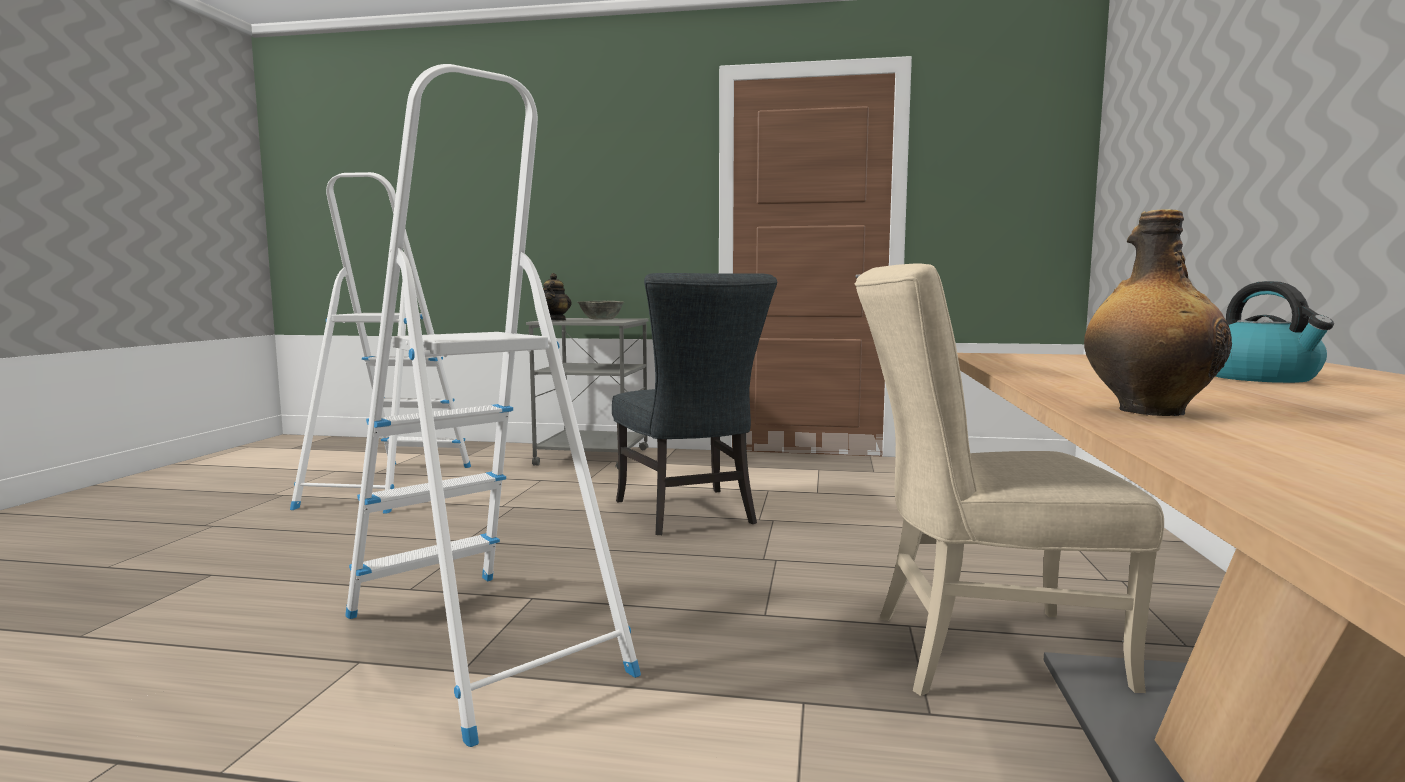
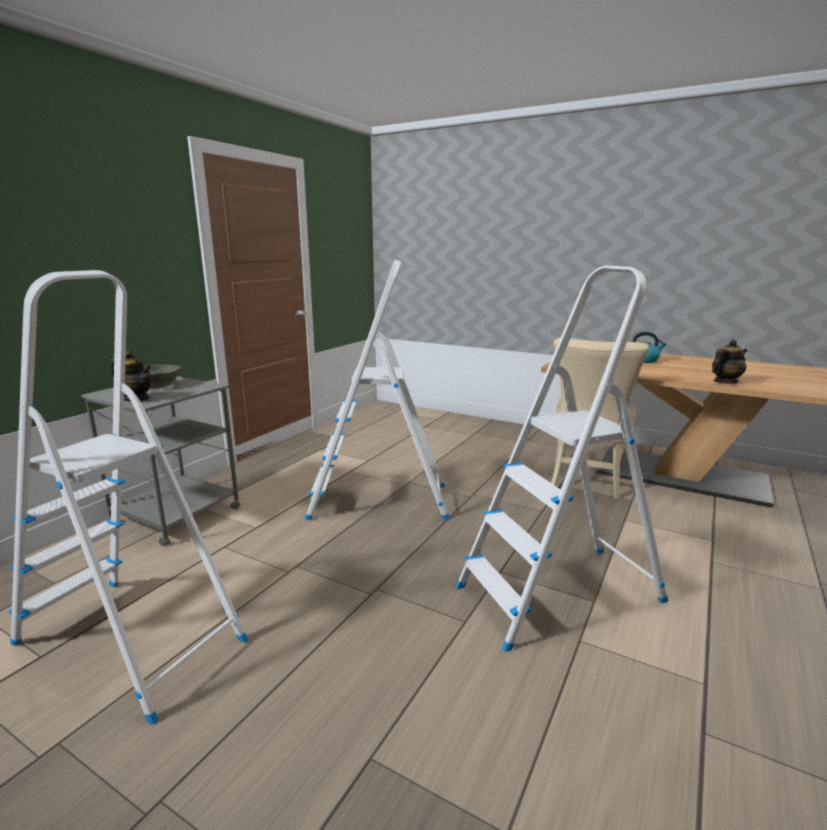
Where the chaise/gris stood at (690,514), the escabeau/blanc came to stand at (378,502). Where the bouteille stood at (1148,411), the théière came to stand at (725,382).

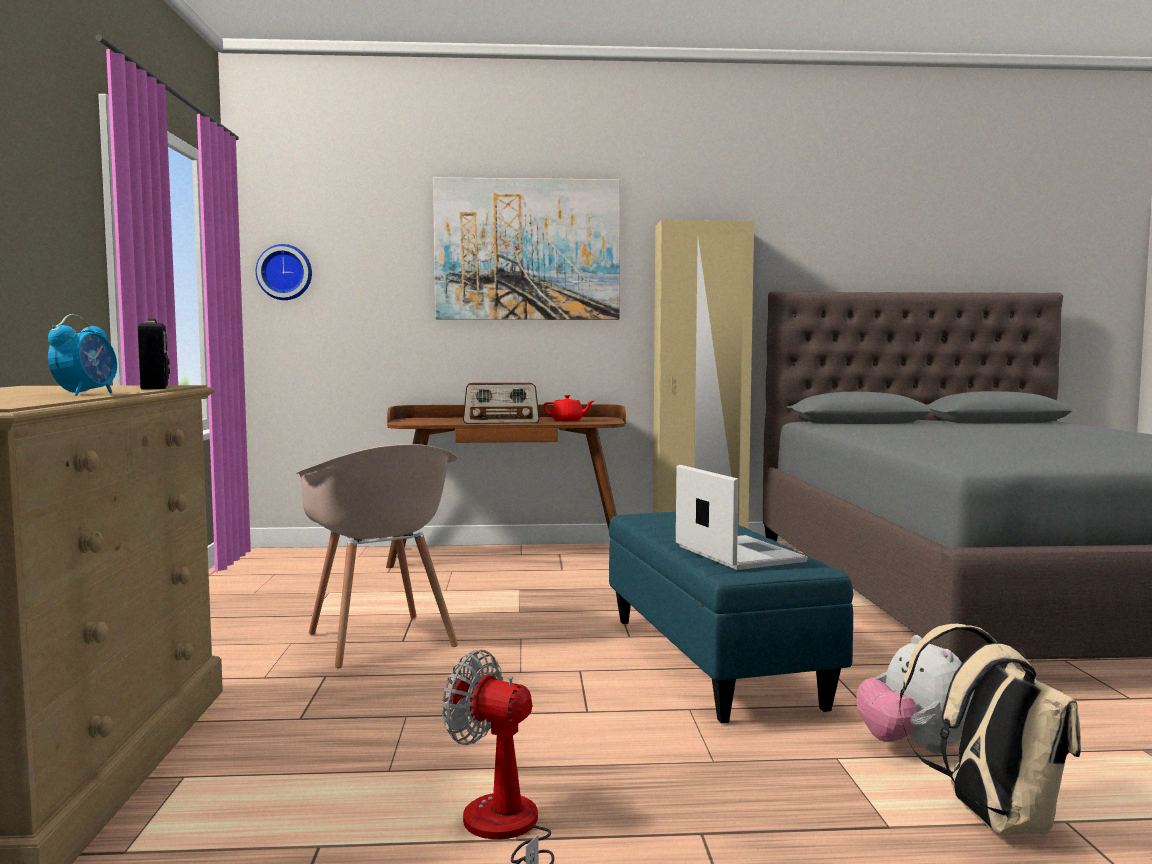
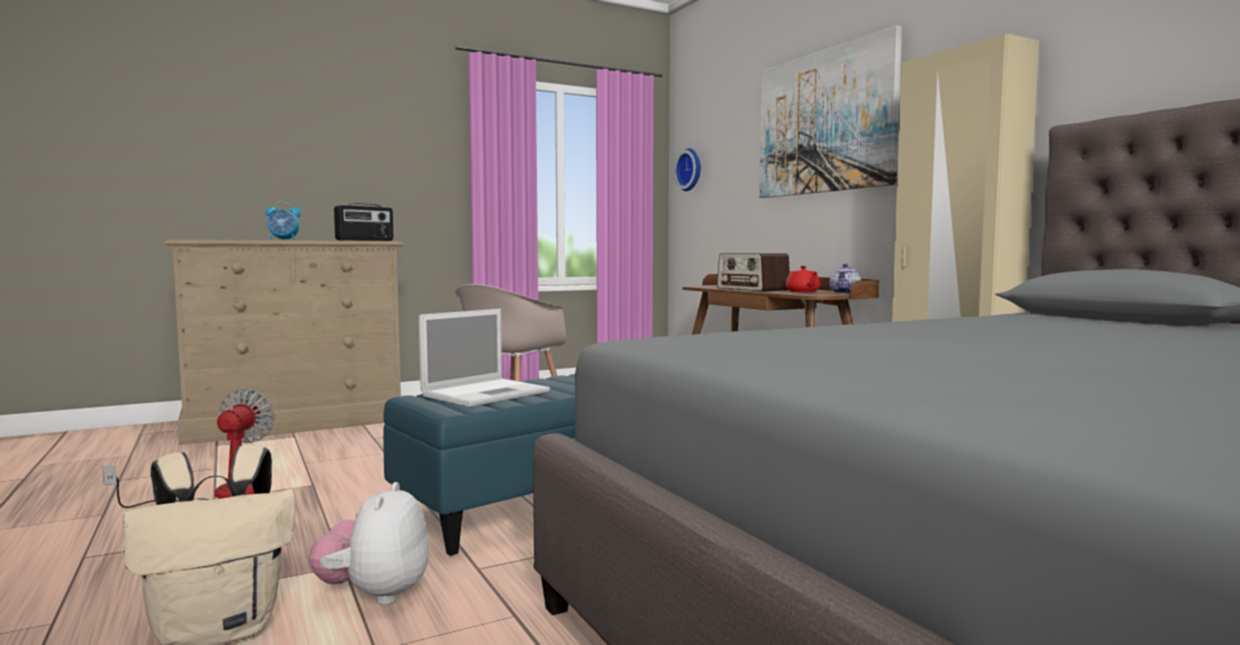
The peluche at (914,747) ended up facing another way, 45 degrees counterclockwise from before. The second view gained the théière at (845,293).

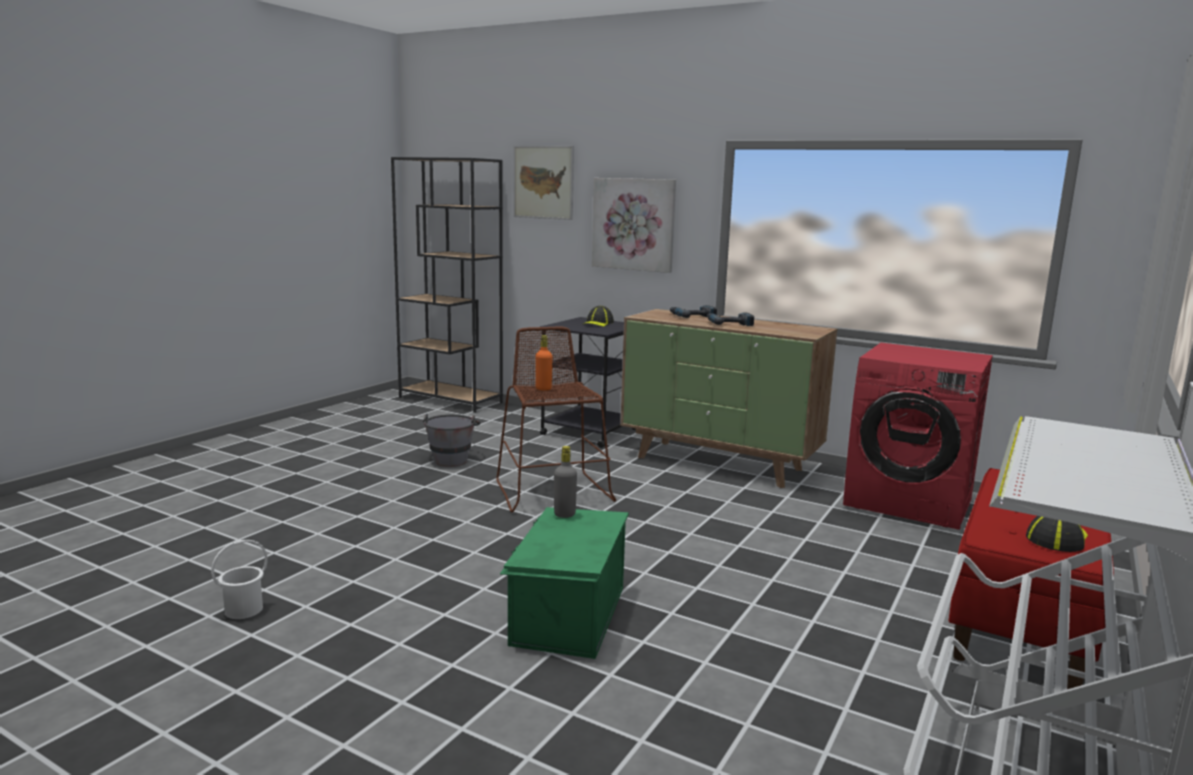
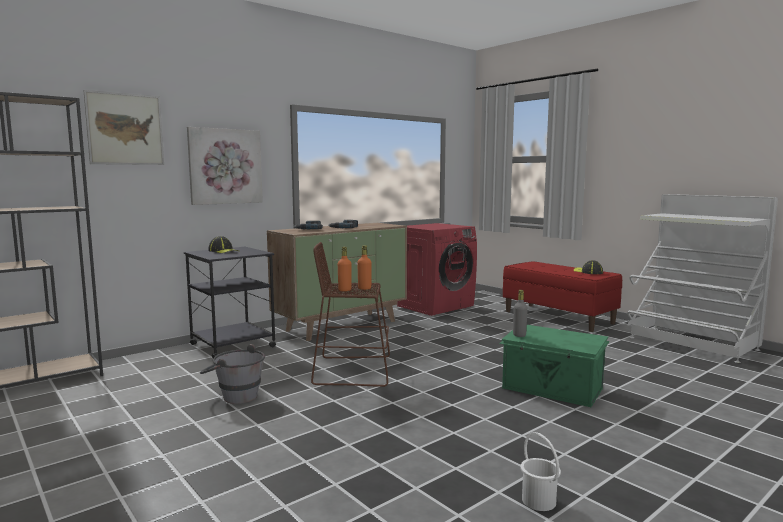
The second view gained the bouteille/orange at (364,288).

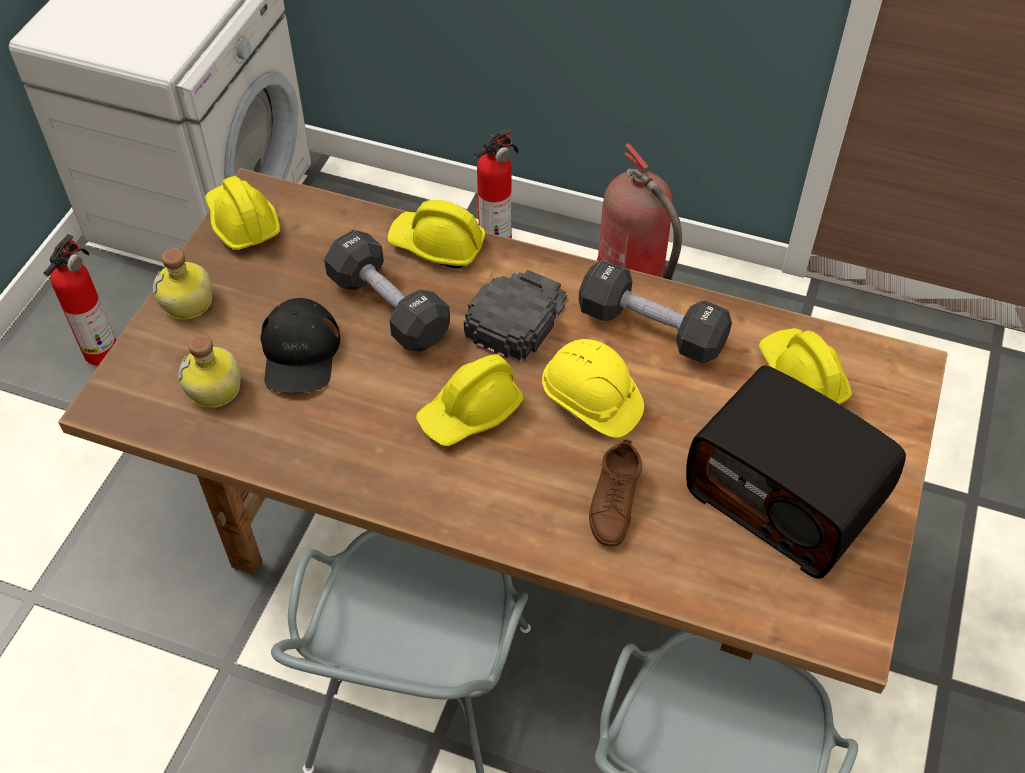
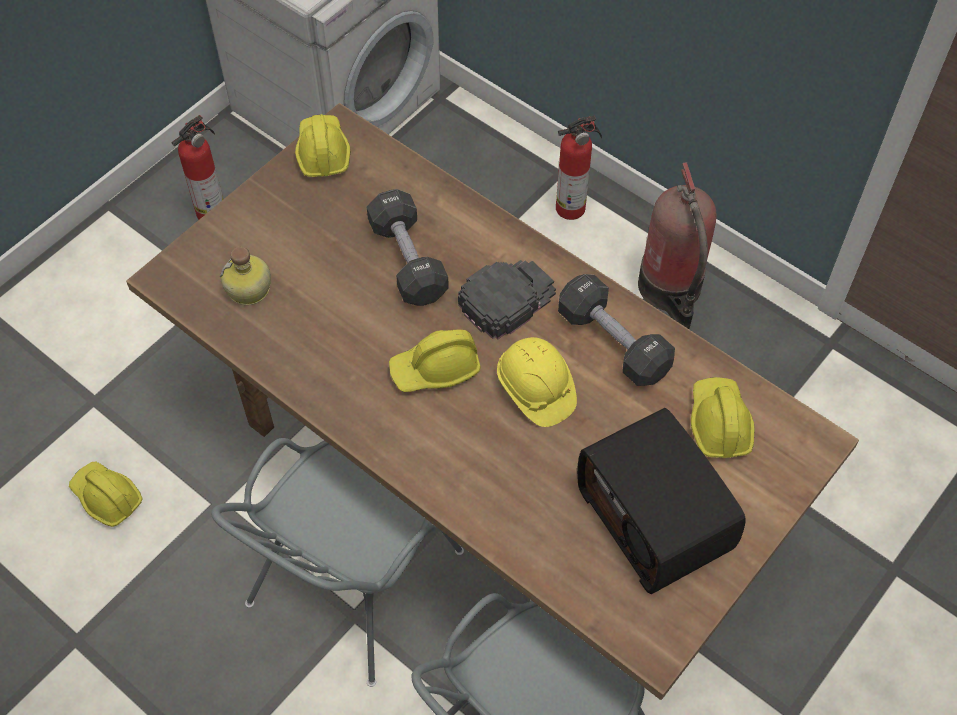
The second view lost the bouteille at (188,303). The second view lost the casquette/noir at (300,353). The casque de chantier/jaune ended up elsewhere, having gone from (437,245) to (107,497). The second view lost the chaussure/marron at (614,500).

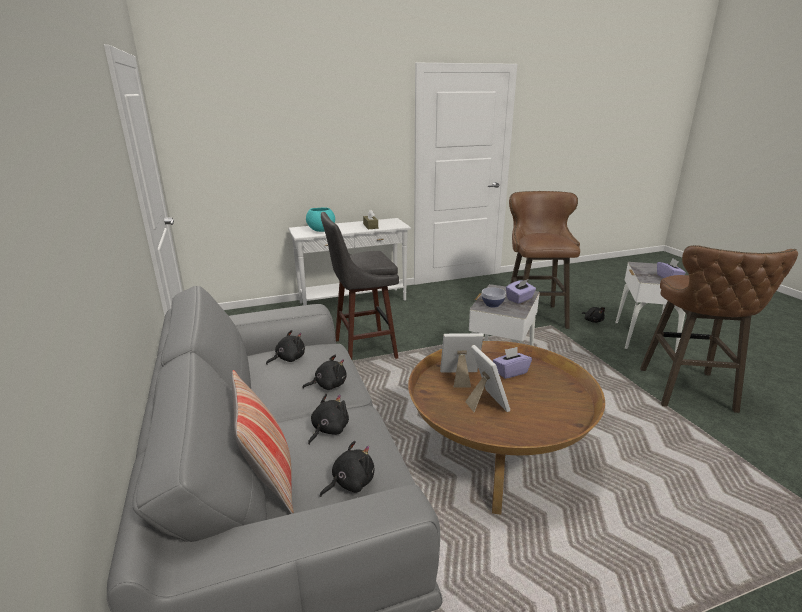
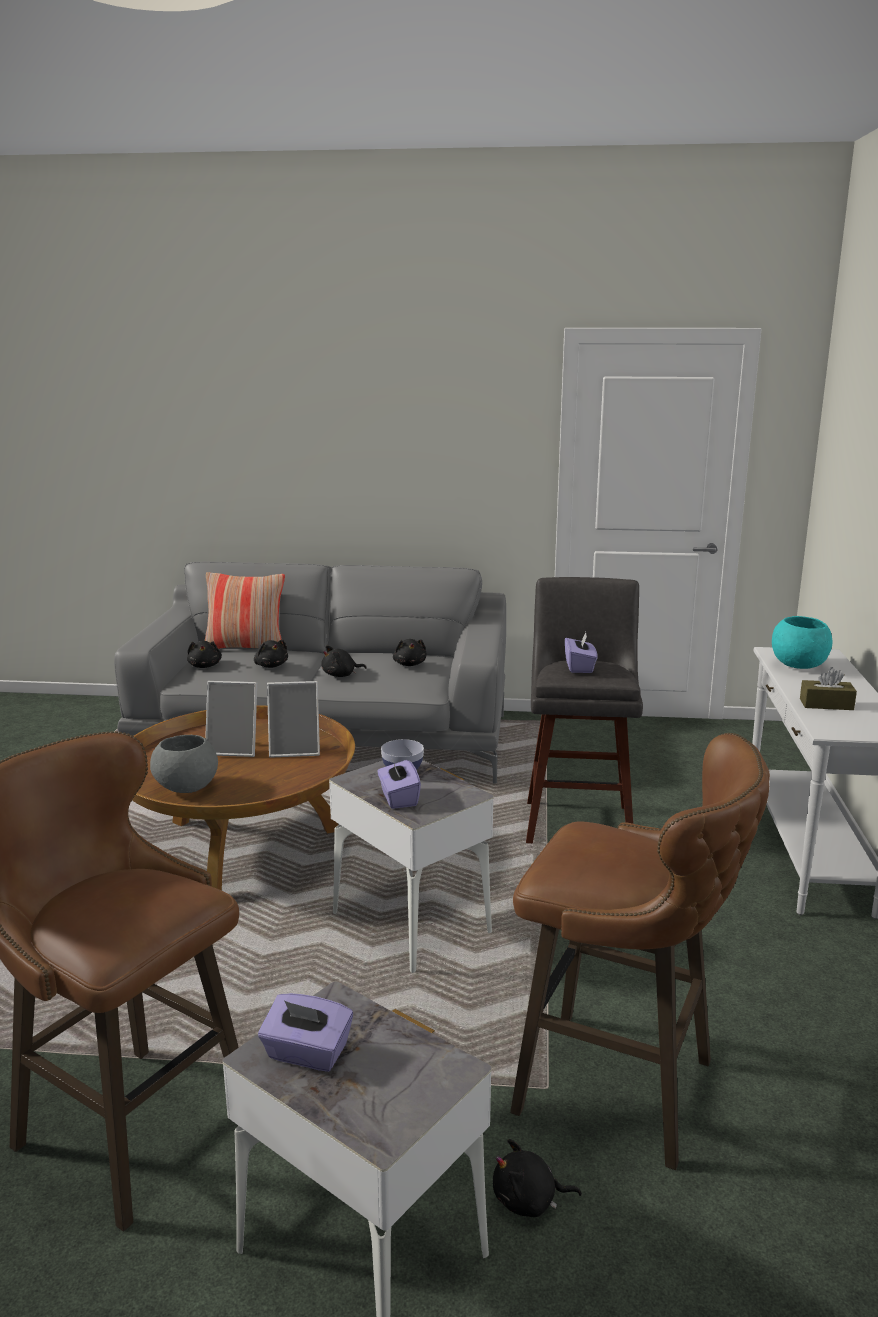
The peluche/noir at (328,385) ended up facing another way, 60 degrees clockwise from before. The cadre photo at (459,378) ended up facing another way, 60 degrees clockwise from before. The boîte à mouchoirs/violet ended up elsewhere, having gone from (510,372) to (580,667). The second view gained the bol/gris at (186,788).

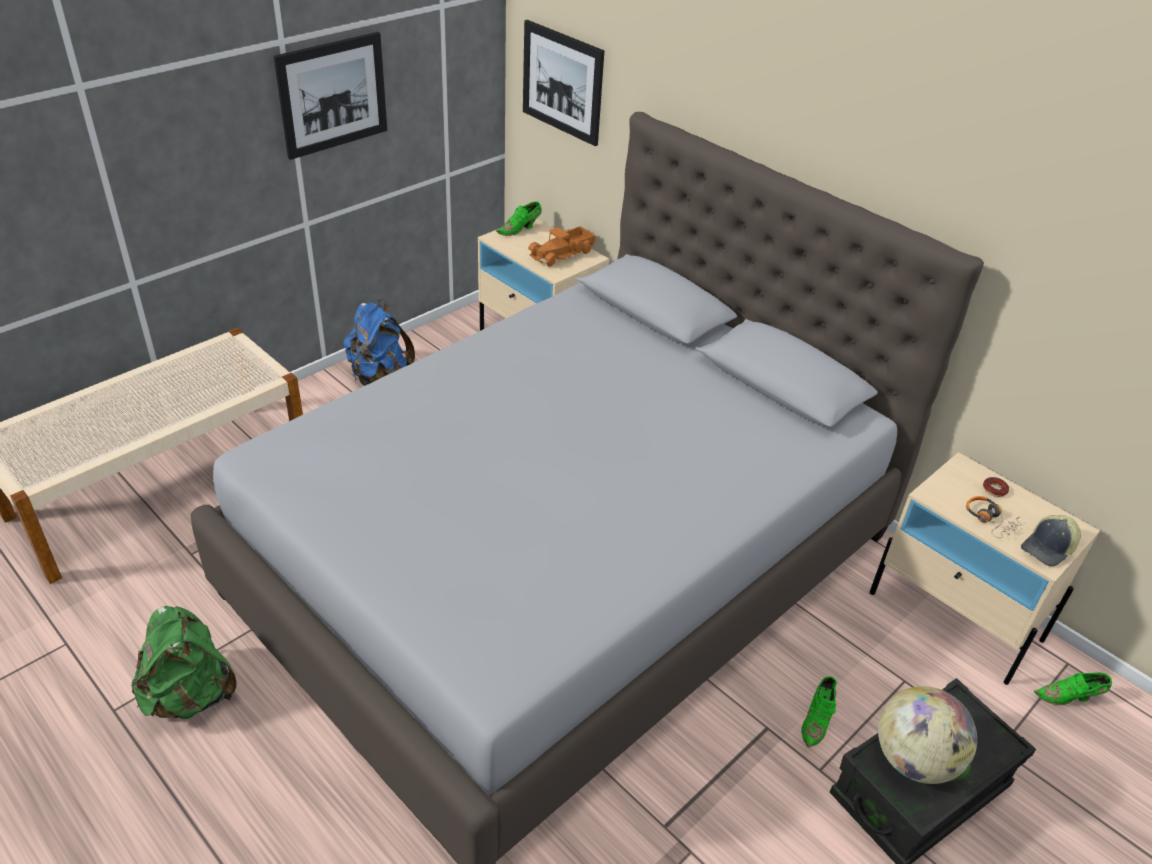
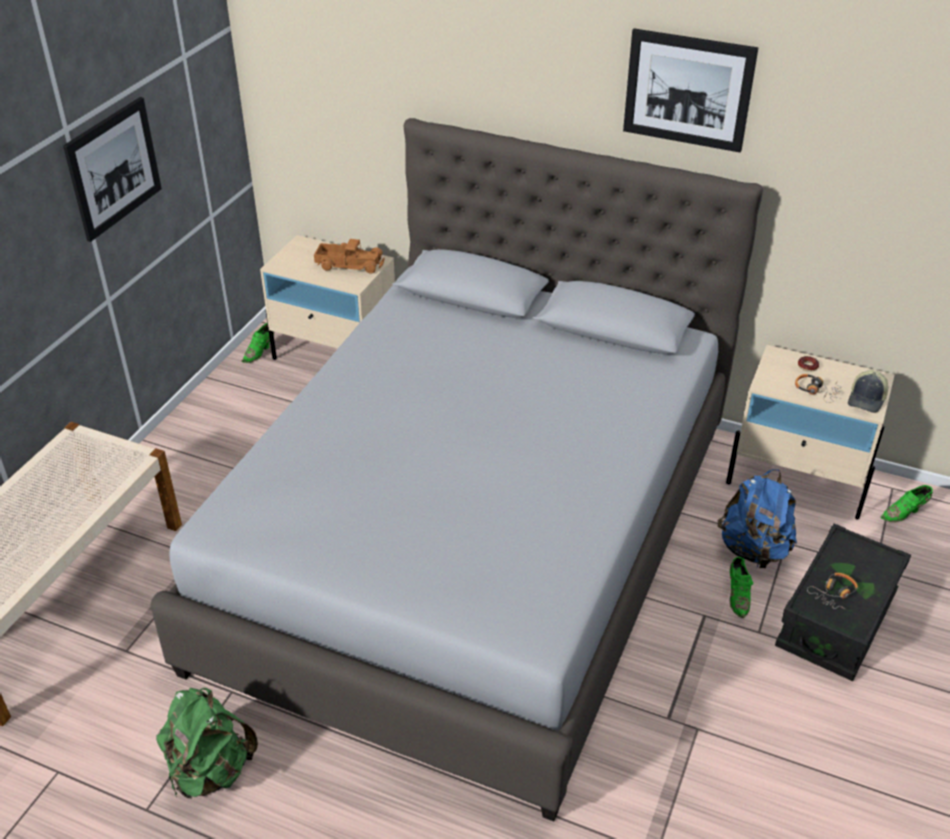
The sac à dos/bleu ended up elsewhere, having gone from (379,375) to (754,550). The chaussure/vert ended up elsewhere, having gone from (520,229) to (260,352). The tableau ended up elsewhere, having gone from (562,82) to (688,90). The camion jouet at (563,254) ended up facing another way, 105 degrees counterclockwise from before. Where the globe stood at (914,760), the casque audio came to stand at (834,594).

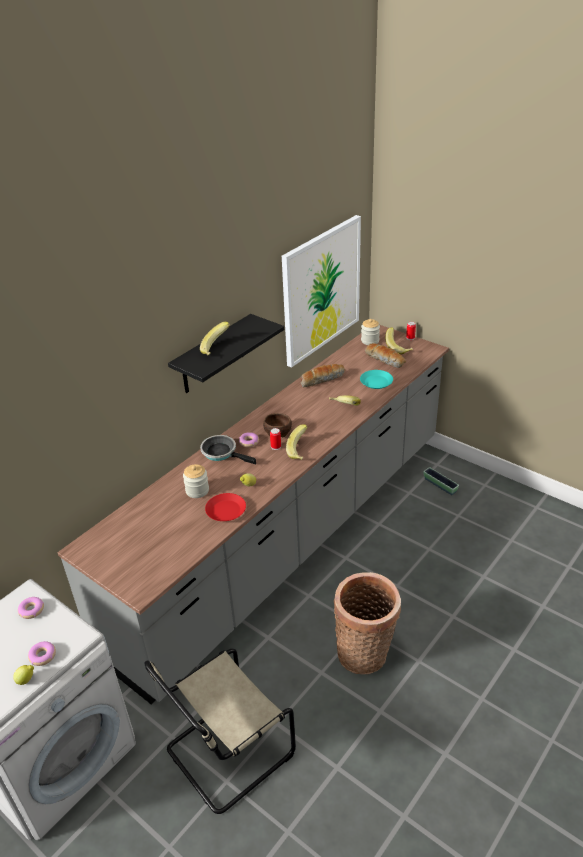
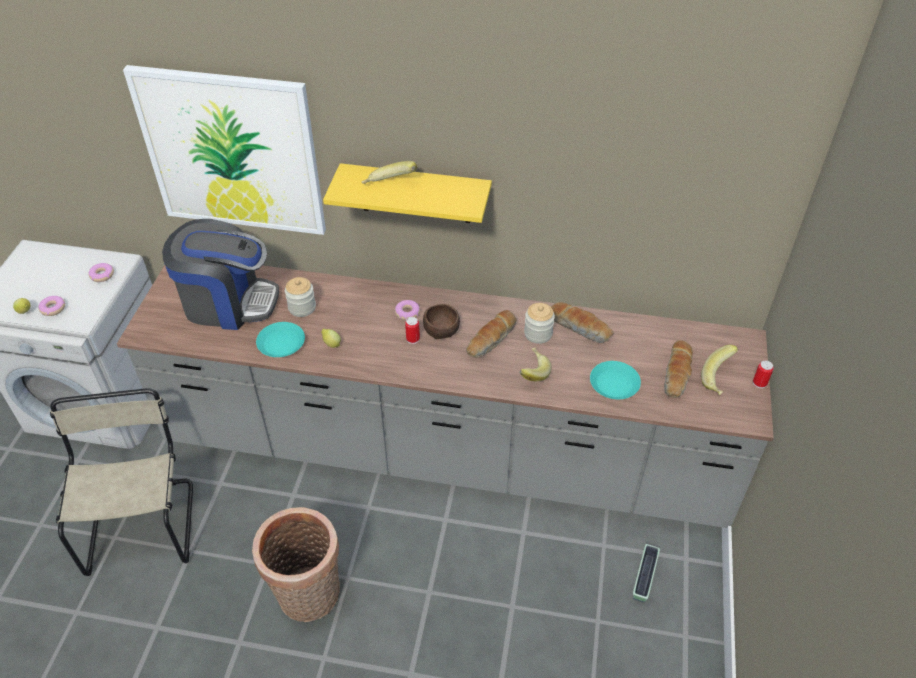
The chaise/beige at (225,754) ended up facing another way, 60 degrees clockwise from before. What was the étagère/noir at (213,355) turned into the étagère/jaune at (415,194). The second view lost the poêle at (222,453). What was the assiette/rouge at (225,511) turned into the assiette/turquoise at (280,343). The tableau ended up elsewhere, having gone from (321,290) to (232,152). The second view lost the banane at (300,451). The bocal ended up elsewhere, having gone from (370,341) to (538,333). The second view gained the machine à café at (228,302). The second view gained the pain at (492,340).

